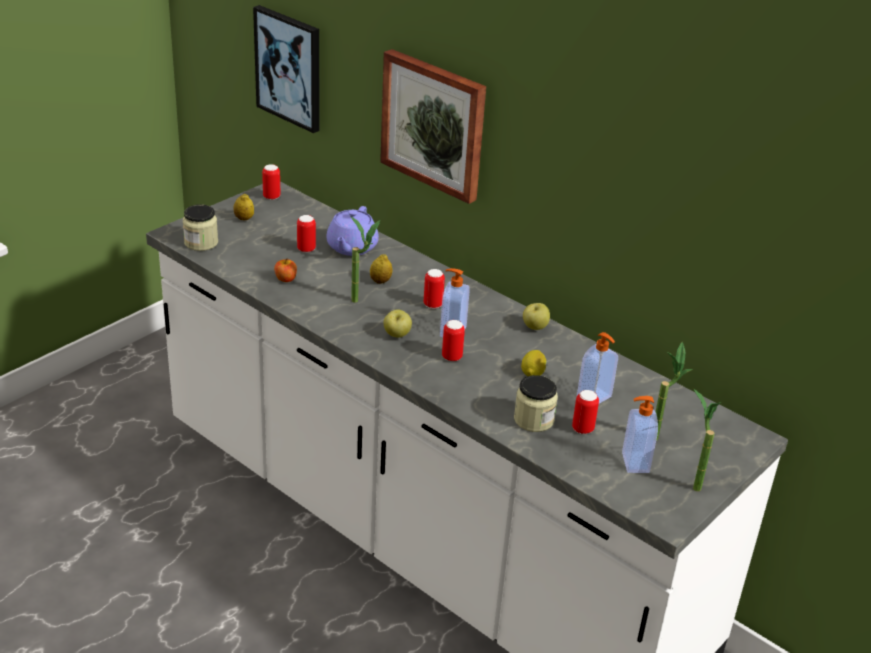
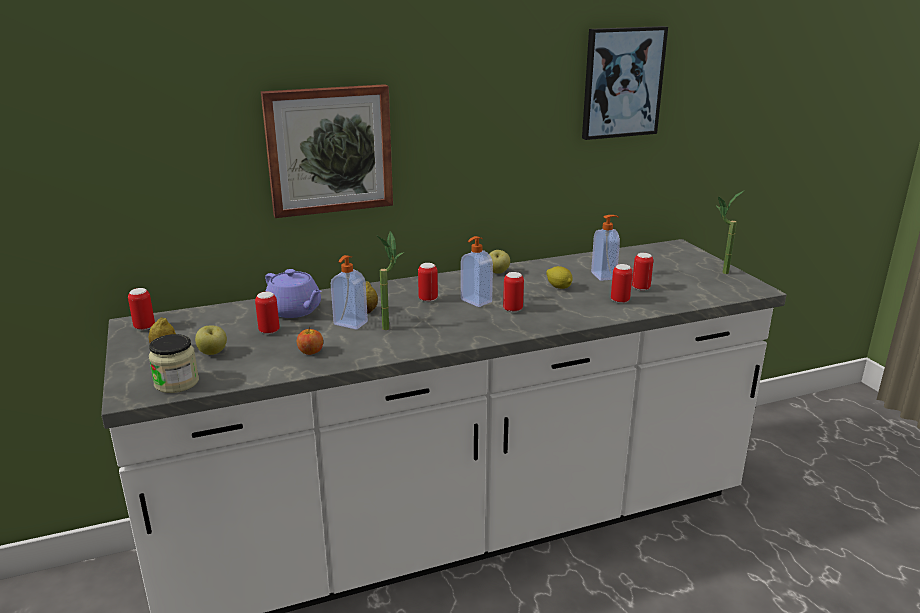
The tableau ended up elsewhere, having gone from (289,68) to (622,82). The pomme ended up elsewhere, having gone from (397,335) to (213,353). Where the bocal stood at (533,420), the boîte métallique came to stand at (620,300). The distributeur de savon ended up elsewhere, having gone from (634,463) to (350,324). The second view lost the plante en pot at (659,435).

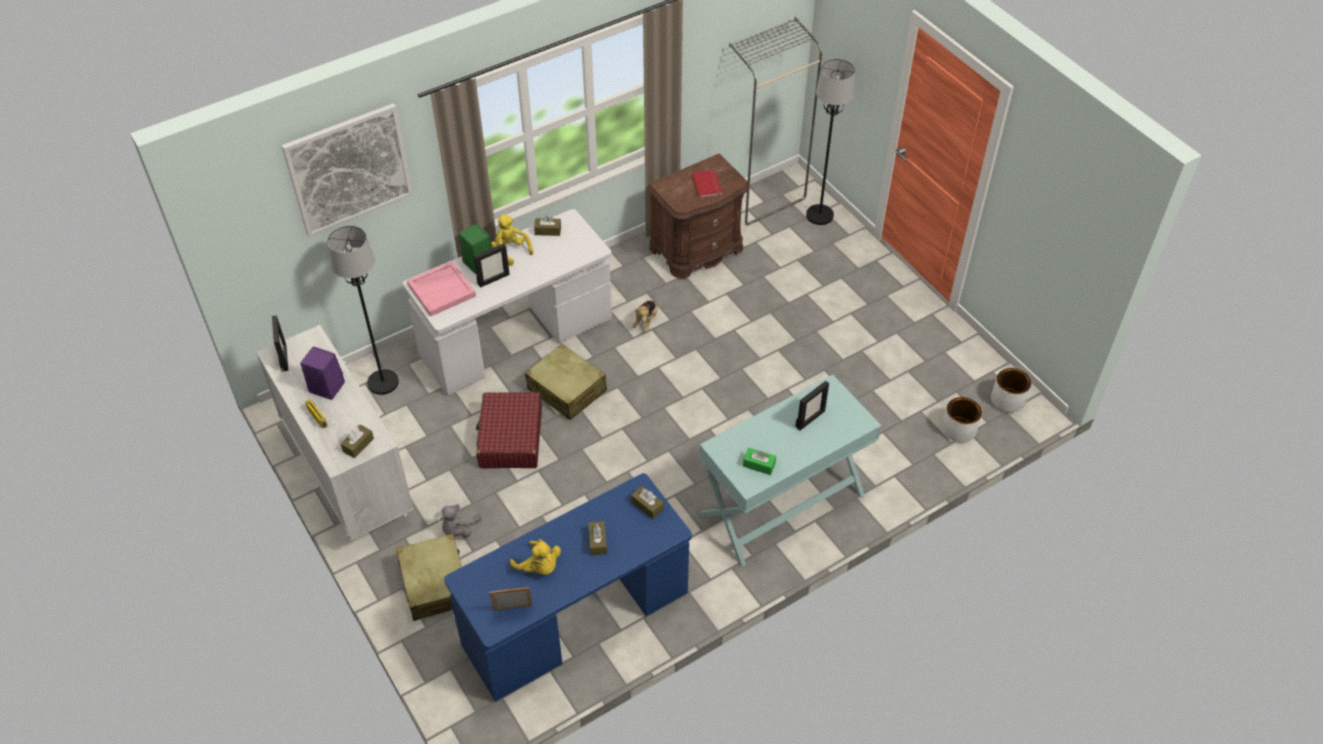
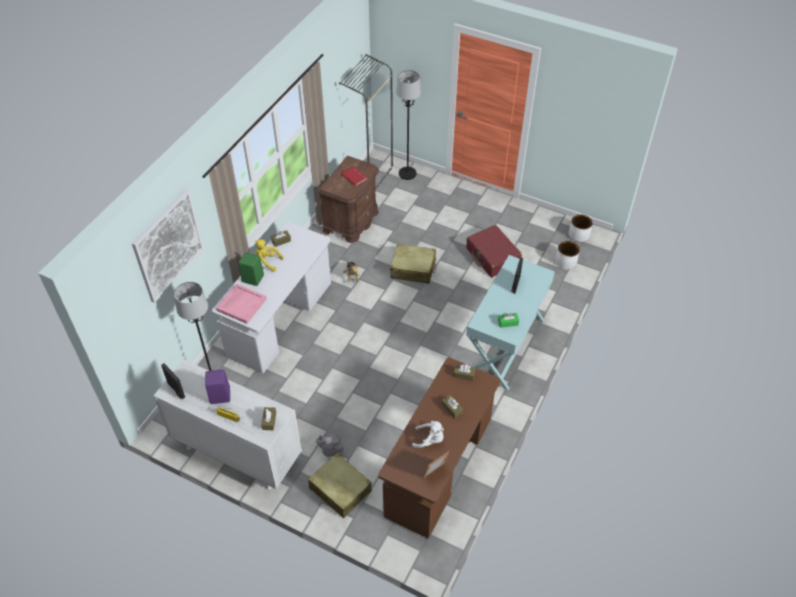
What was the bureau/bleu at (576,620) turned into the bureau/marron at (439,467). The second view lost the cadre photo at (493,279). The valise/rouge ended up elsewhere, having gone from (510,438) to (492,257). What was the peluche/jaune at (539,567) turned into the peluche/blanc at (430,440). The valise/beige ended up elsewhere, having gone from (567,390) to (413,269).

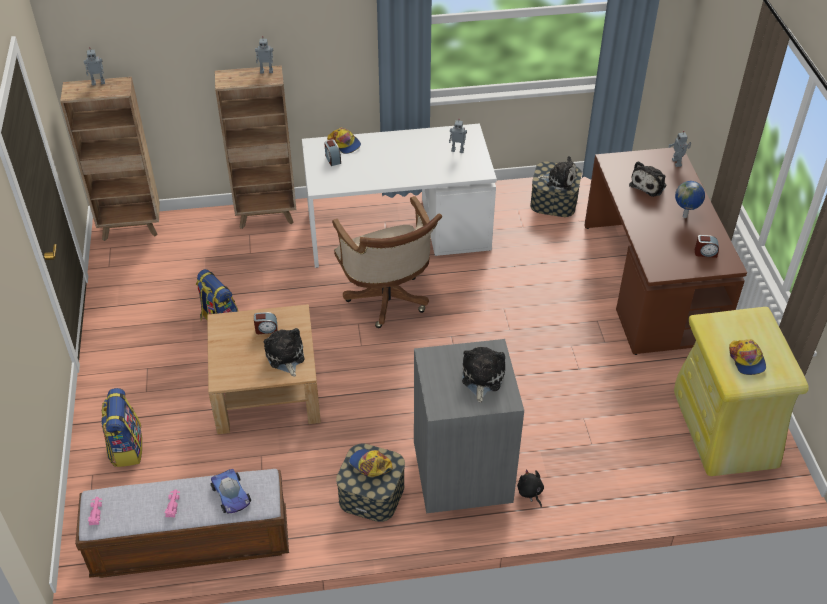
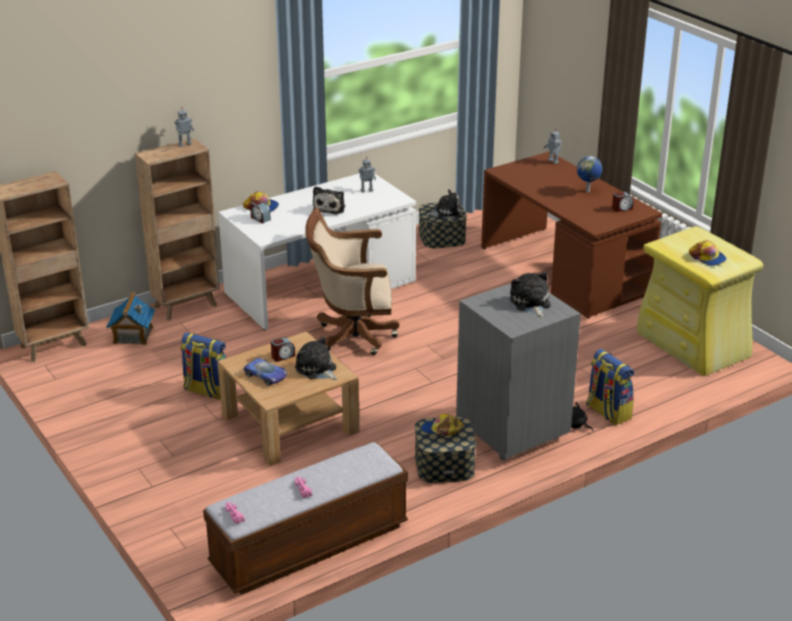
The second view lost the robot jouet at (98,82). The sac à dos ended up elsewhere, having gone from (126,447) to (607,412). The petite voiture ended up elsewhere, having gone from (231,495) to (266,376). The chaise de bureau at (388,301) ended up facing another way, 135 degrees clockwise from before. The peluche ended up elsewhere, having gone from (649,184) to (330,208). The second view gained the maison miniature at (132,336).

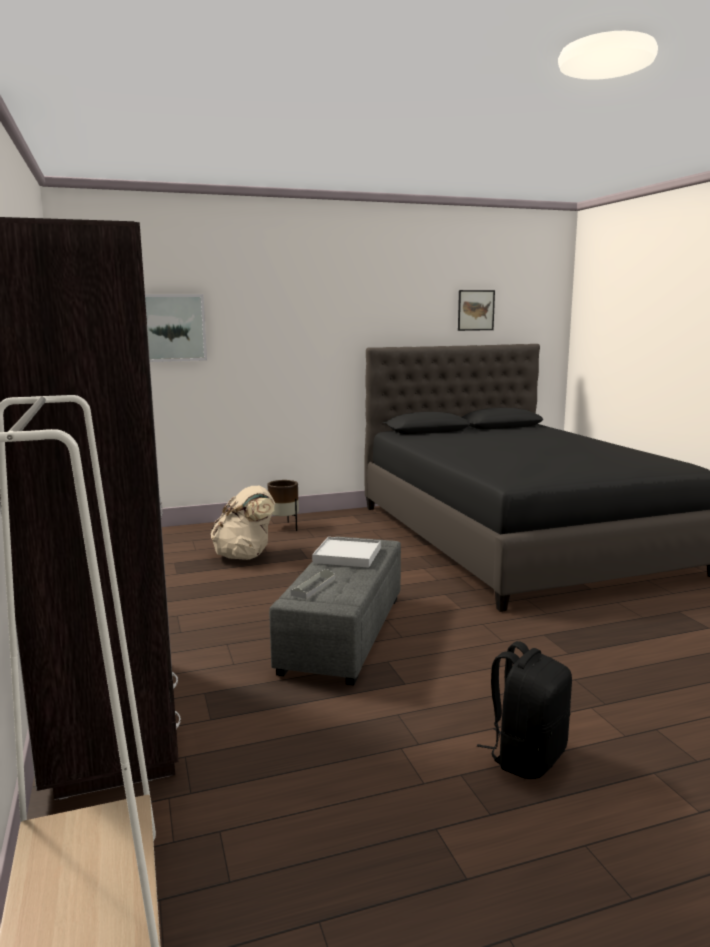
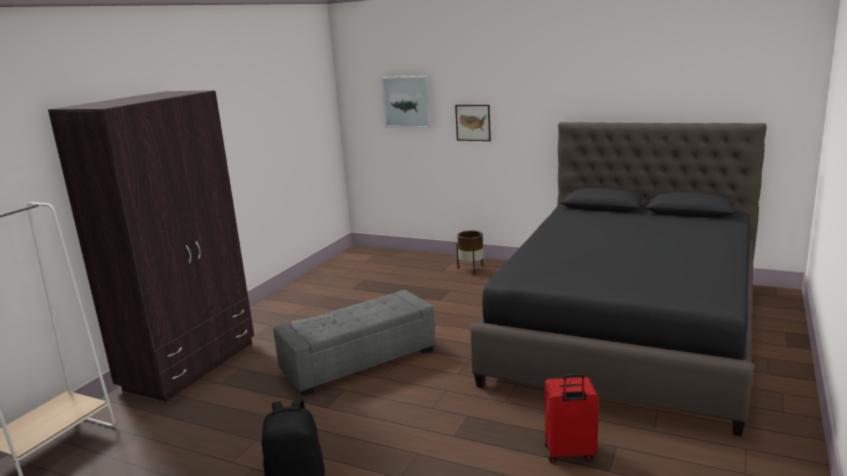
The second view lost the sac à dos/beige at (245,556). The second view lost the plateau/blanc at (347,555). The tableau ended up elsewhere, having gone from (475,310) to (473,122). The second view gained the valise/rouge at (569,453).

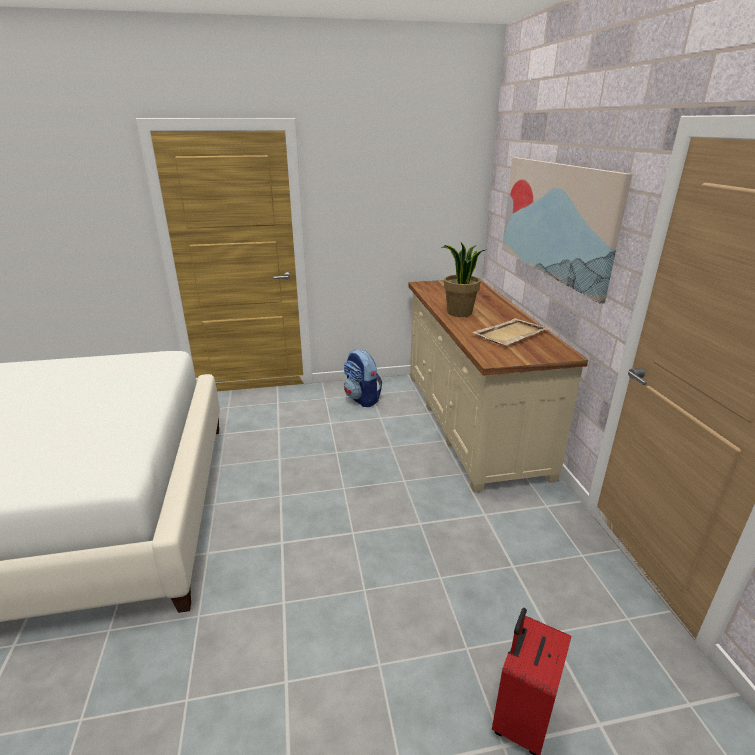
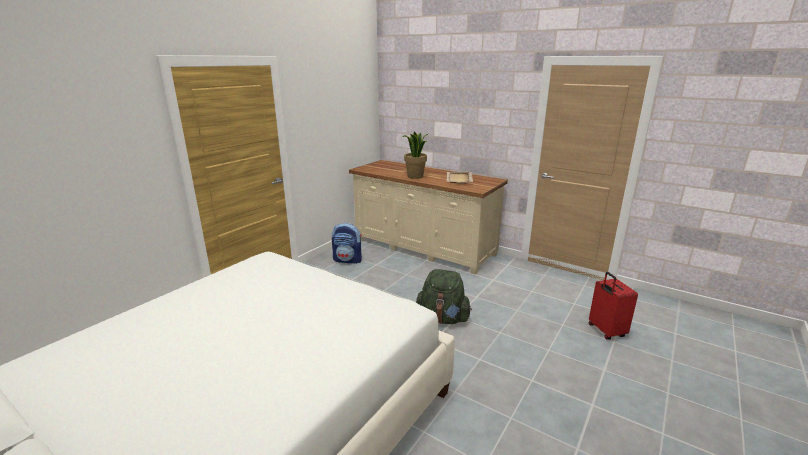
The second view lost the tableau at (554,220). The second view gained the sac à dos/vert at (442,318).

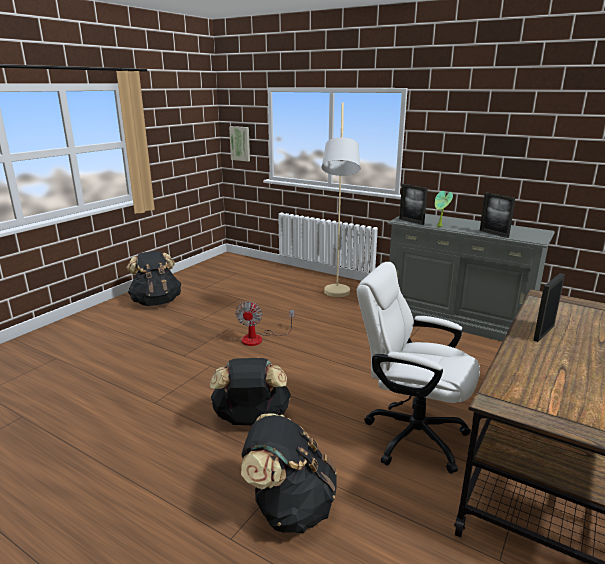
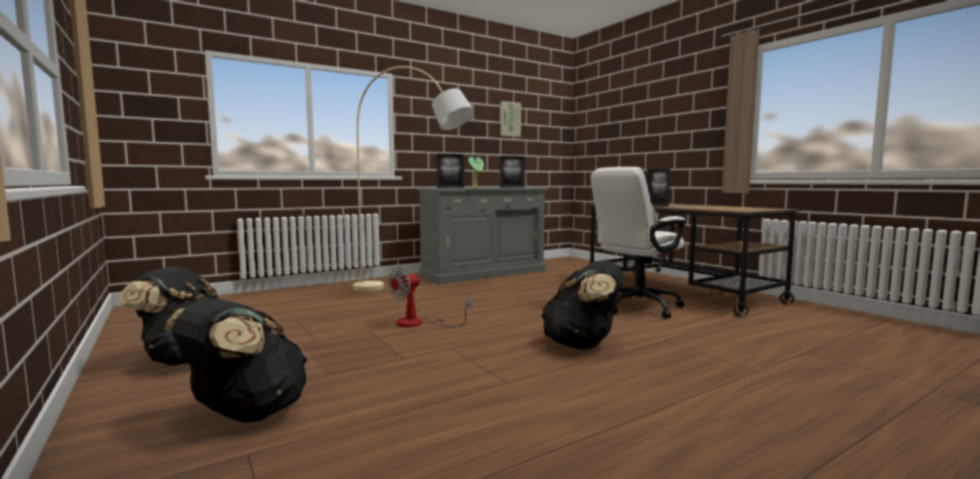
The tableau ended up elsewhere, having gone from (240,143) to (509,119). The ventilateur at (259,338) ended up facing another way, 105 degrees clockwise from before. The sac à dos/noir ended up elsewhere, having gone from (289,507) to (245,414).

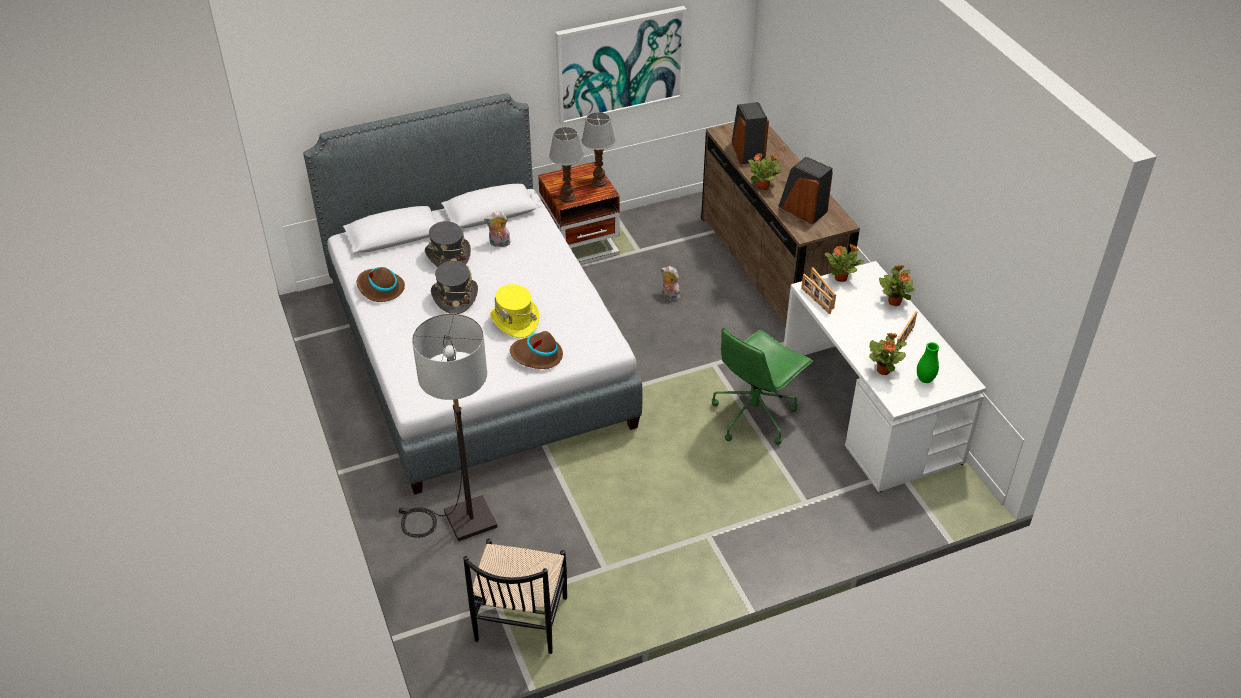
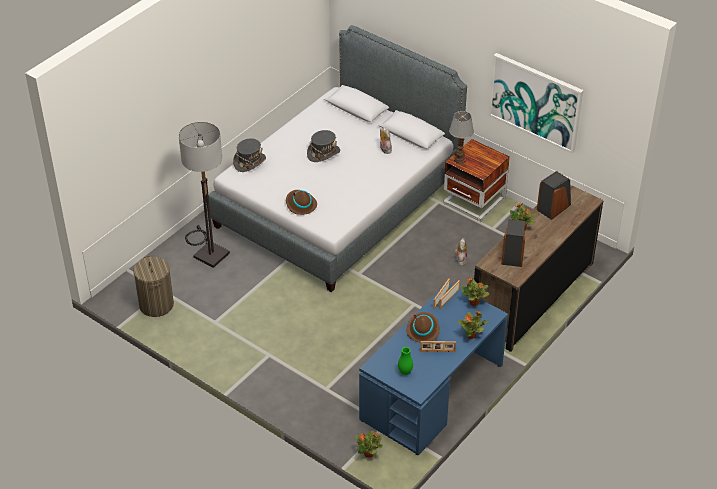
The chapeau/marron ended up elsewhere, having gone from (380,288) to (423,330). The chapeau/gris ended up elsewhere, having gone from (448,256) to (249,162). Where the chaise/noir stood at (520,623), the panier à linge came to stand at (156,305). The second view lost the chapeau/jaune at (515,320). The second view lost the lampe de table at (598,182). The second view lost the chaise de bureau/vert at (756,415). What was the bureau/blanc at (870,409) turned into the bureau/bleu at (432,392). The plante en pot ended up elsewhere, having gone from (883,370) to (369,454).

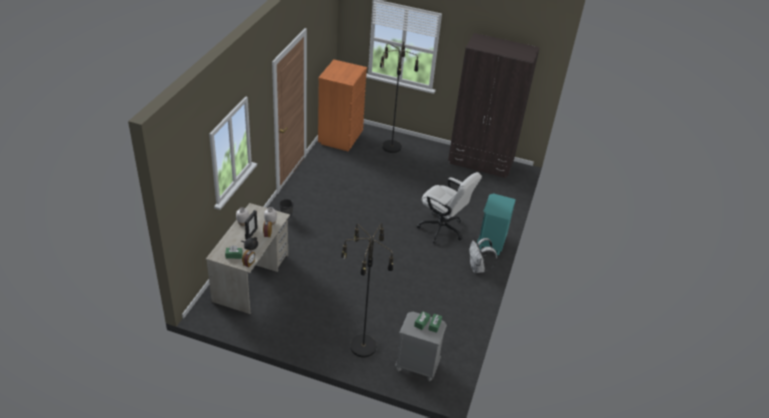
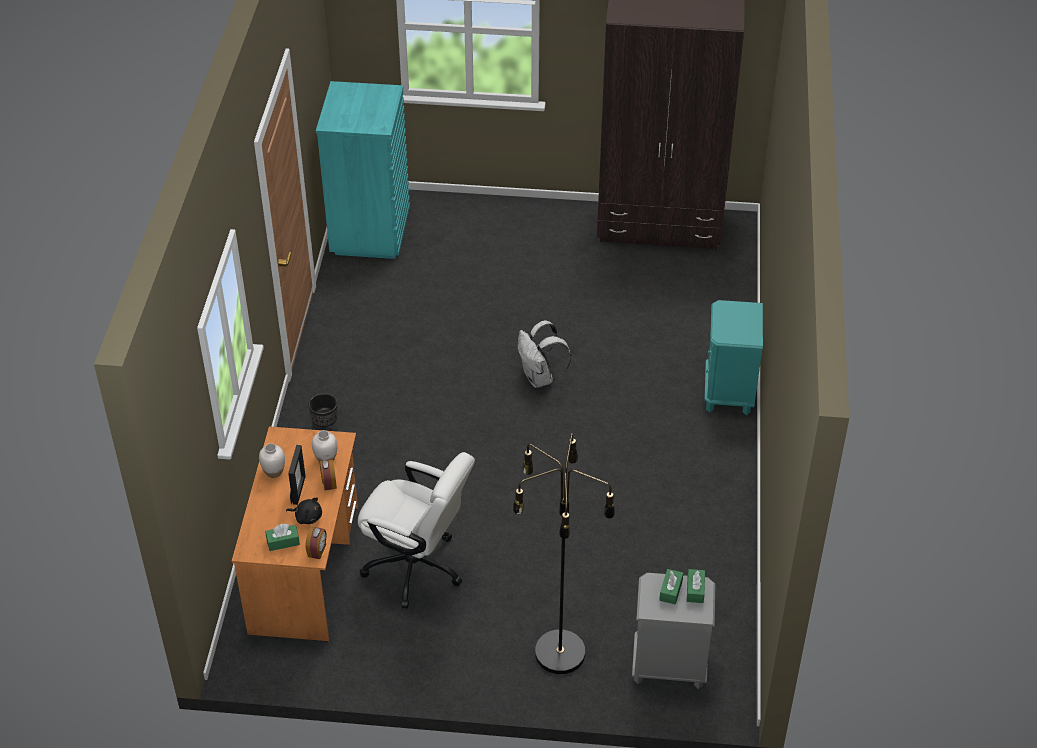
What was the bureau/beige at (251,278) turned into the bureau/orange at (305,568). What was the commode/orange at (340,138) turned into the commode/turquoise at (369,232). The second view lost the lampadaire at (391,147). The chaise de bureau/blanc ended up elsewhere, having gone from (443,230) to (418,569). The sac à dos/blanc ended up elsewhere, having gone from (478,268) to (540,378).

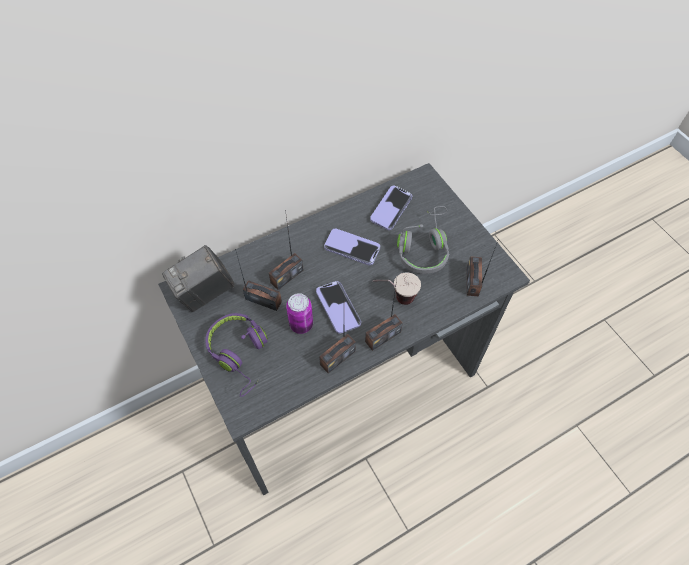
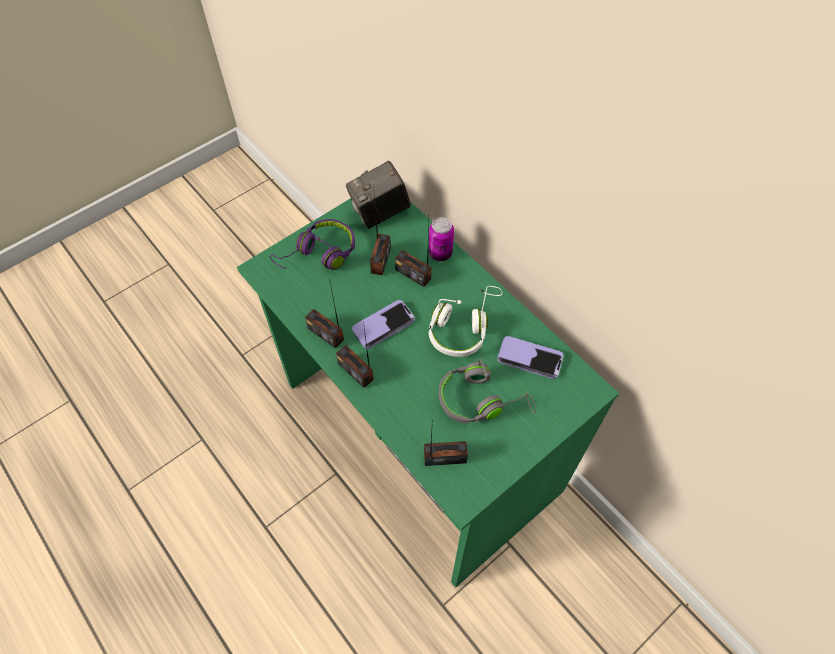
What was the bureau/gris at (345,381) turned into the bureau/vert at (418,439). The appareil photo at (205,293) ended up facing another way, 75 degrees counterclockwise from before. The boîte métallique ended up elsewhere, having gone from (301,324) to (440,253). Where the téléphone stood at (352,248), the casque audio/blanc came to stand at (463,326). The second view lost the tasse at (394,299).

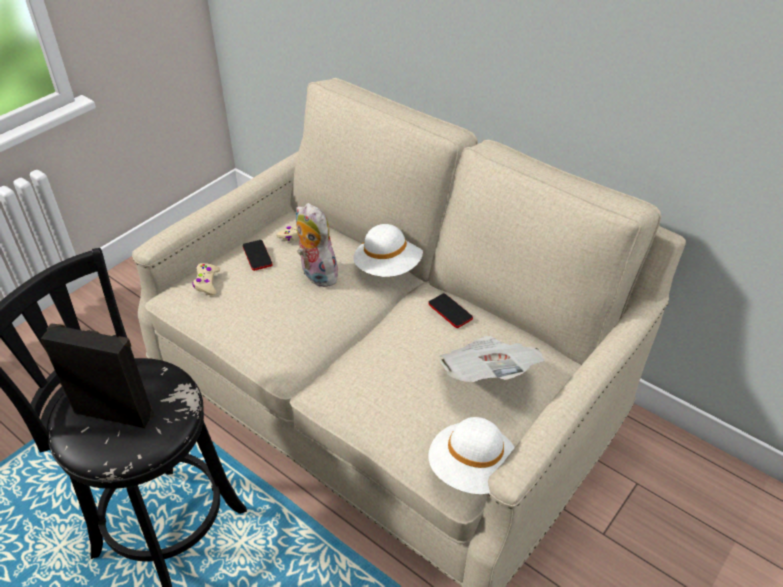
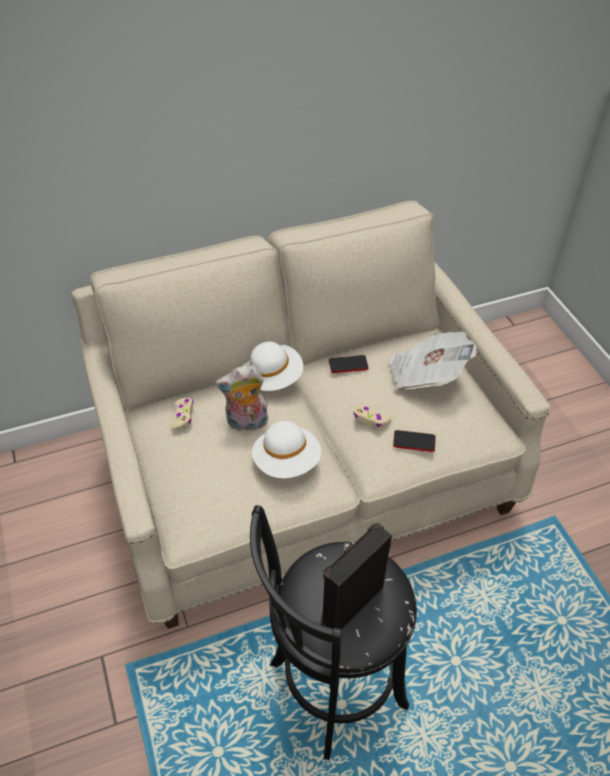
The manette/beige ended up elsewhere, having gone from (207,283) to (370,419). The téléphone ended up elsewhere, having gone from (257,256) to (414,441). The chapeau/blanc ended up elsewhere, having gone from (471,470) to (287,461).

